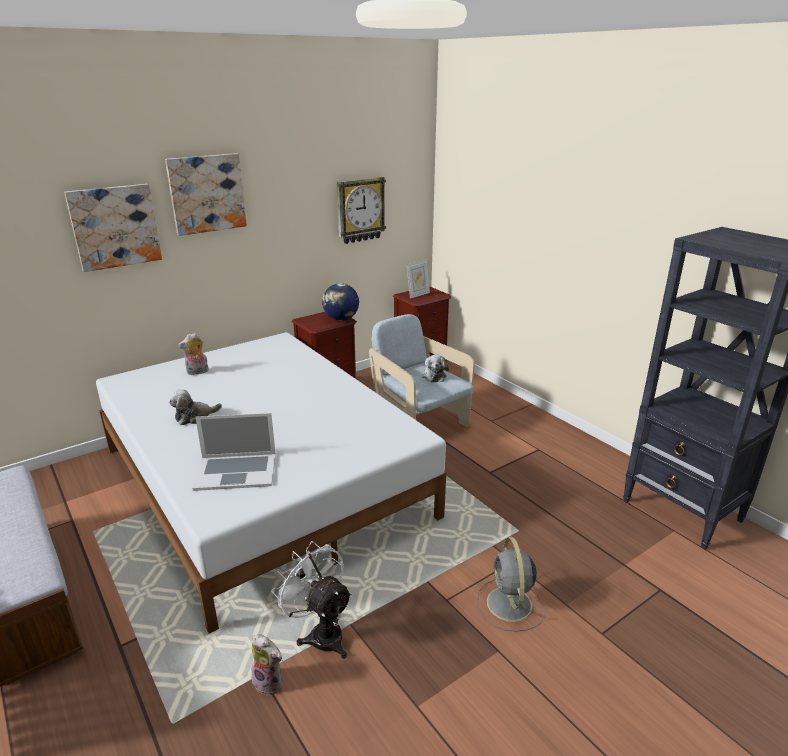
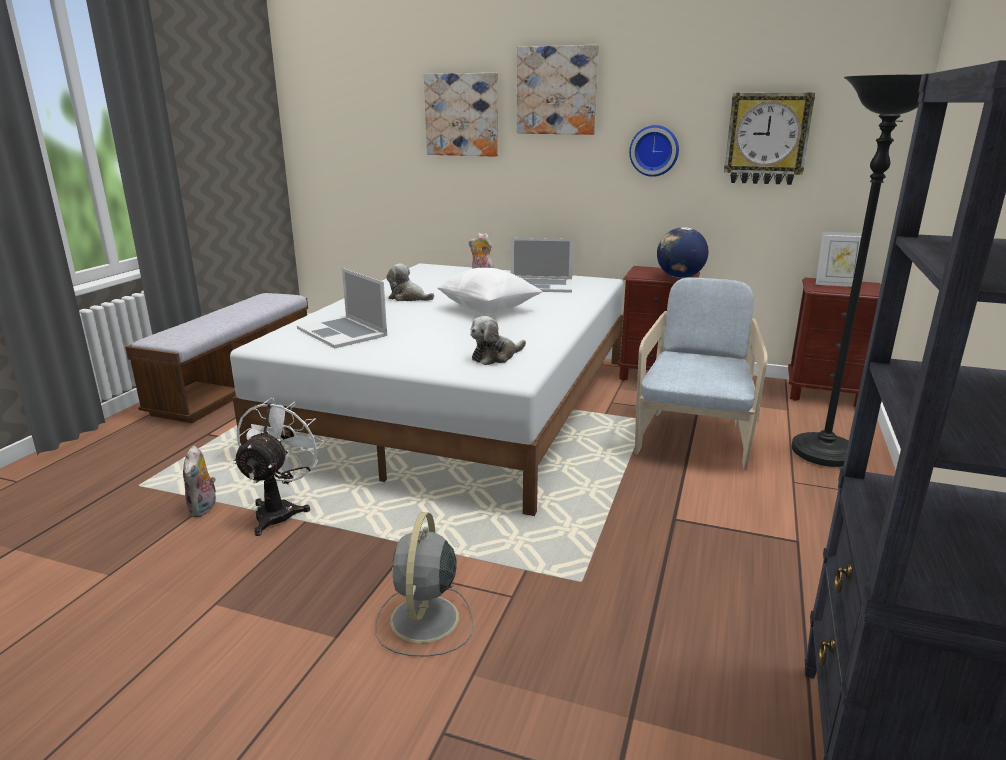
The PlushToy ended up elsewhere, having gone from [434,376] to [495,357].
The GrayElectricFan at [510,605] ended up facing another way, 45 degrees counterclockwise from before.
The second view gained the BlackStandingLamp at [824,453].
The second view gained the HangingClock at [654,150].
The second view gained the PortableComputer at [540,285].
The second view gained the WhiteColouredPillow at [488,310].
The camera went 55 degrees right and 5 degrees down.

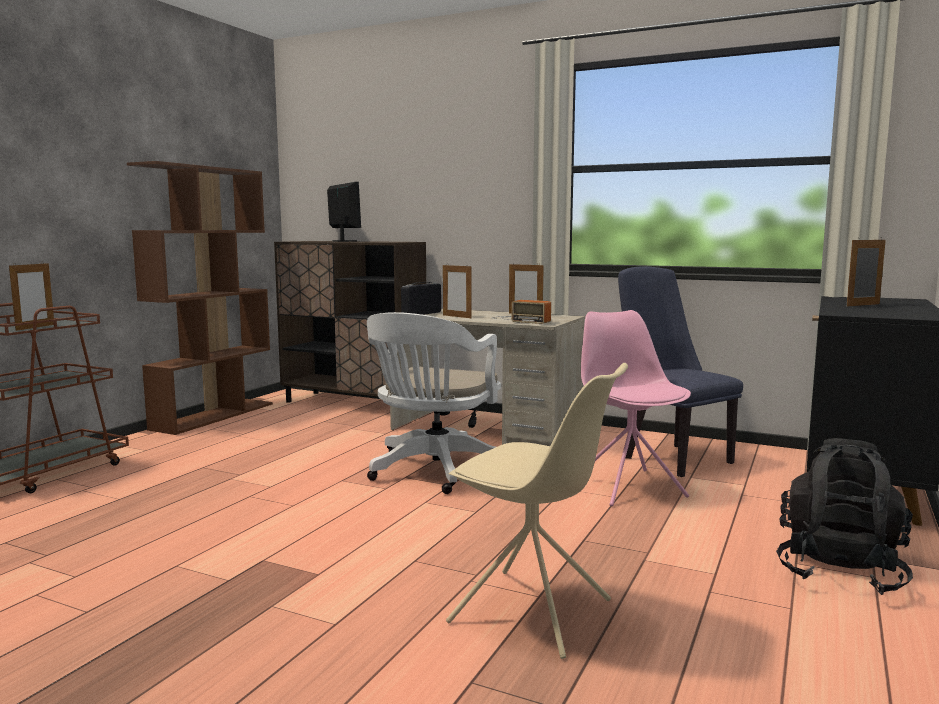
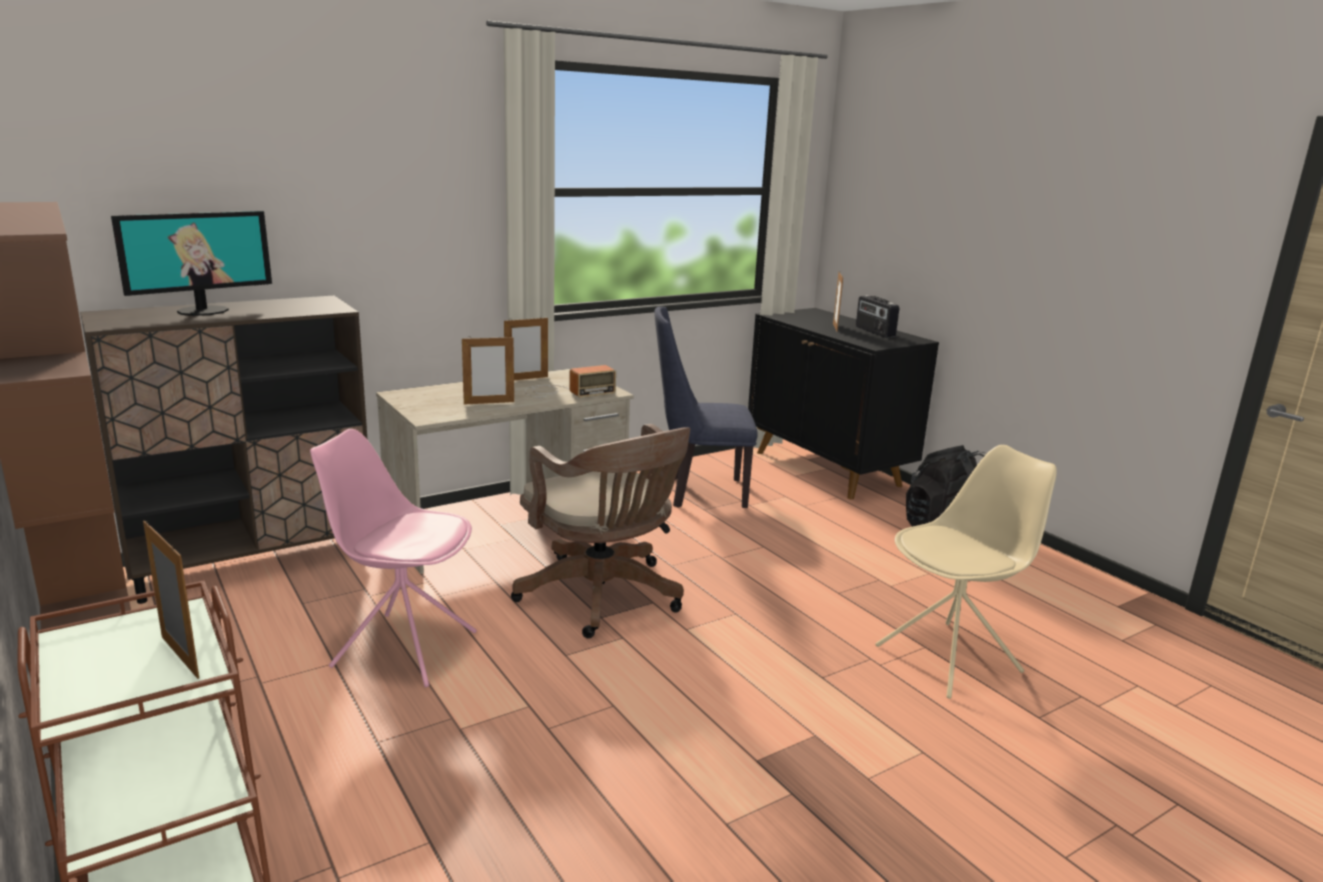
The Monitor at [344,241] ended up facing another way, 135 degrees clockwise from before.
The Radio ended up elsewhere, having gone from [421,314] to [874,332].
The PinkChair ended up elsewhere, having gone from [628,486] to [403,648].
What was the WhiteColouredDeskChair at [433,472] turned into the BrownColouredDeskChair at [604,598].
The camera went 60 degrees left and 10 degrees up.

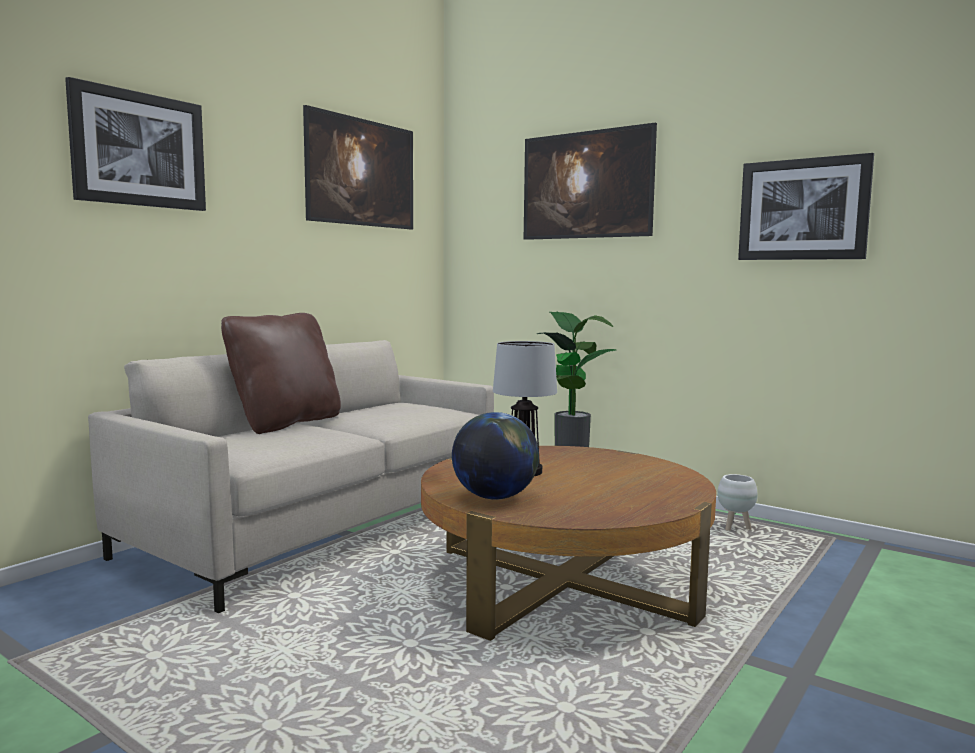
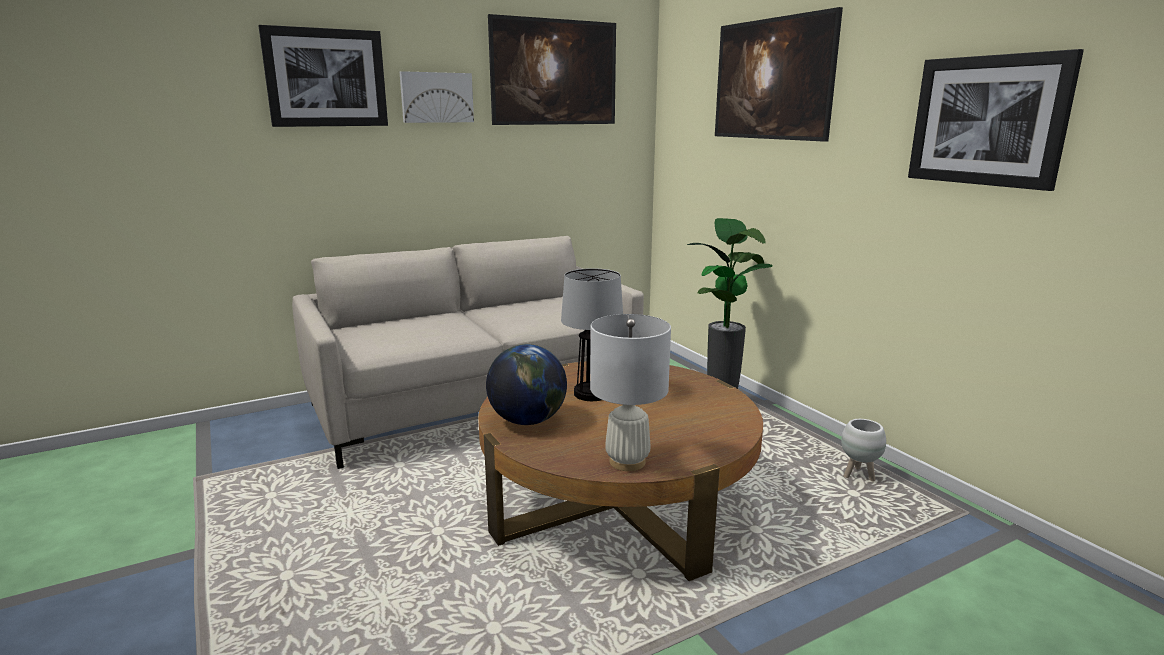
The second view lost the BrownColouredPillow at [286,423].
The second view gained the Picture at [436,97].
The second view gained the WhiteColouredTableLamp at [627,462].
The camera went 25 degrees right and 10 degrees up.

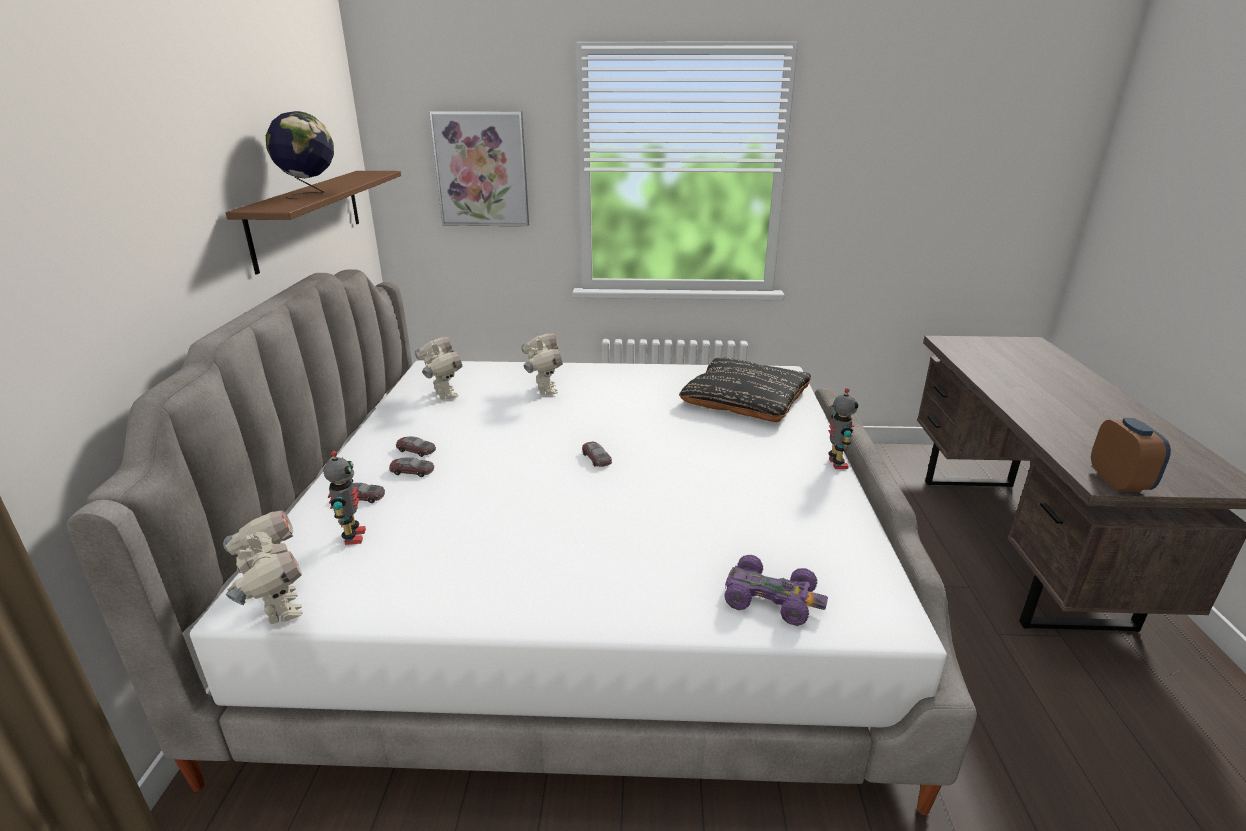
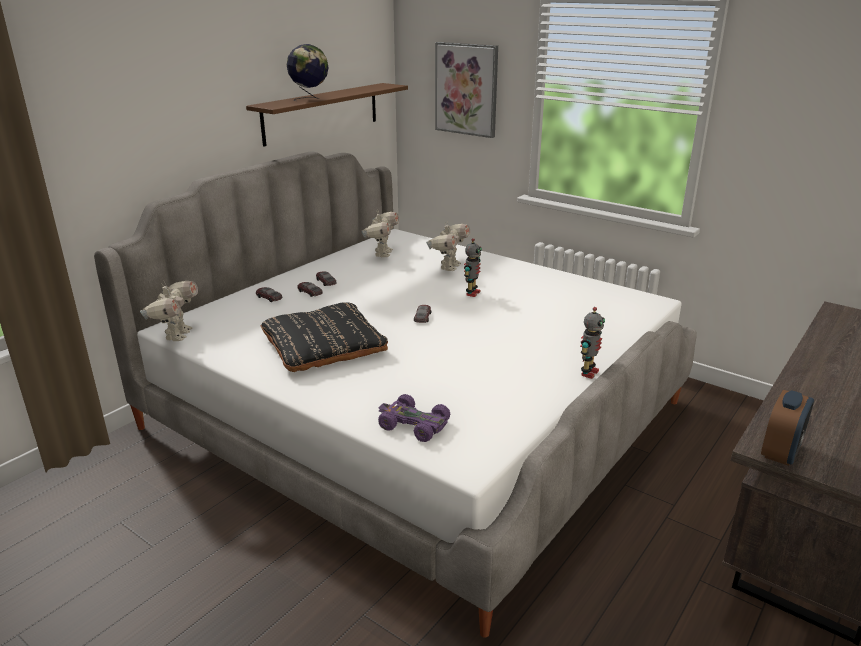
The BlackPillow ended up elsewhere, having gone from [745,397] to [324,344].
The ModelRobot ended up elsewhere, having gone from [352,537] to [472,293].
The PurplishModelCar at [772,599] ended up facing another way, 150 degrees clockwise from before.
The camera went 35 degrees right and 0 degrees up.

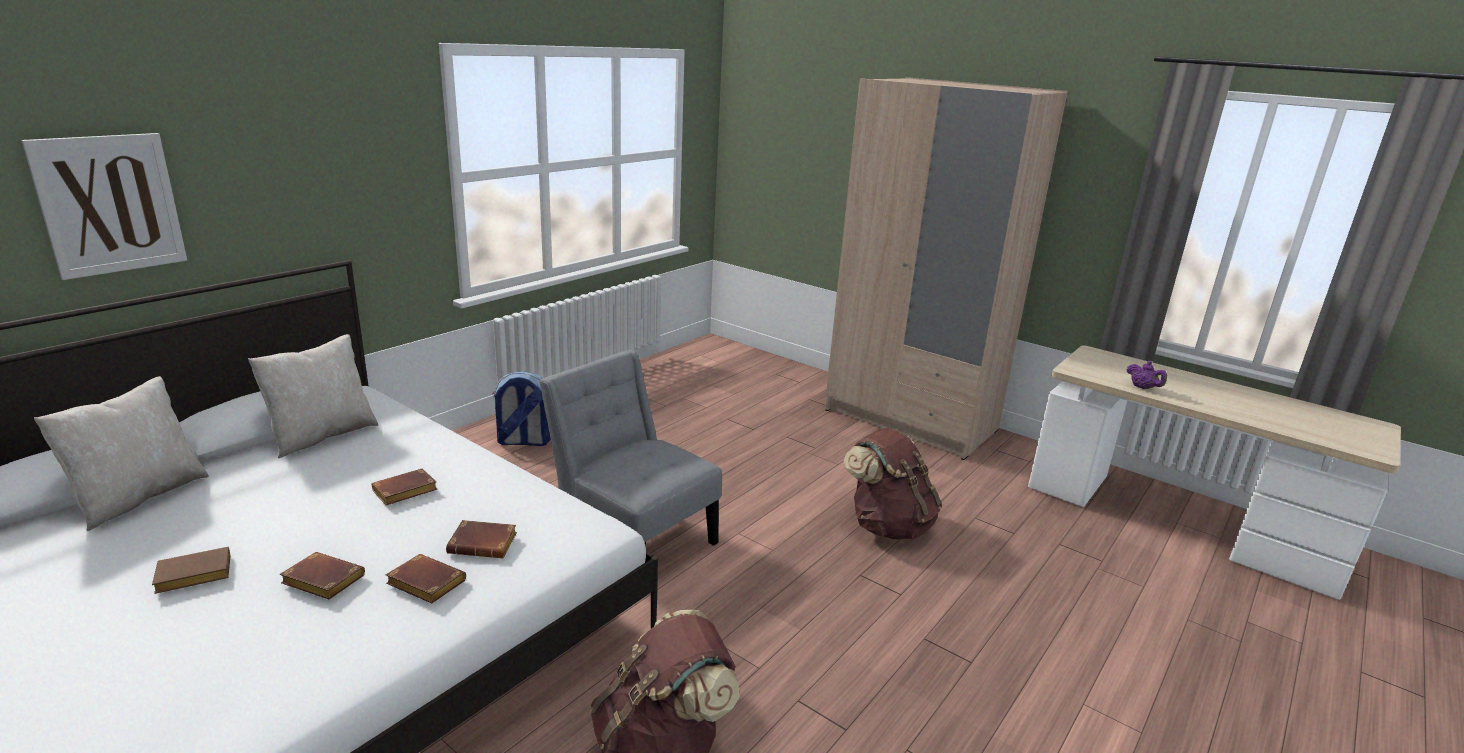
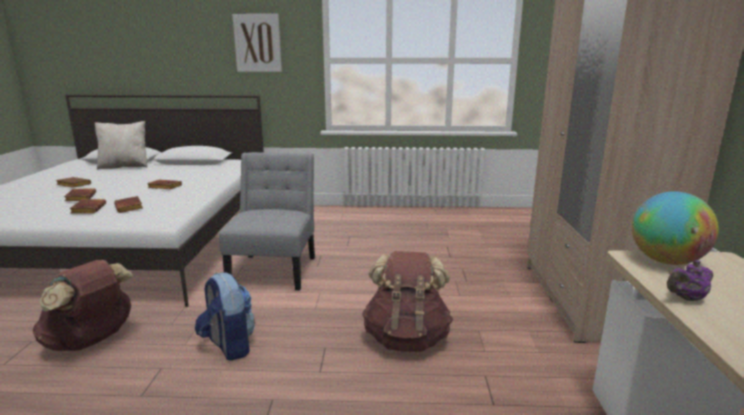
The Picture ended up elsewhere, having gone from [110,204] to [257,43].
The second view lost the SandColouredPillow at [322,435].
The PurplishTeaPot at [1143,388] ended up facing another way, 45 degrees clockwise from before.
The Knapsack ended up elsewhere, having gone from [523,441] to [228,346].
The second view gained the WorldGlobe at [666,261].
The camera went 55 degrees right and 5 degrees down.

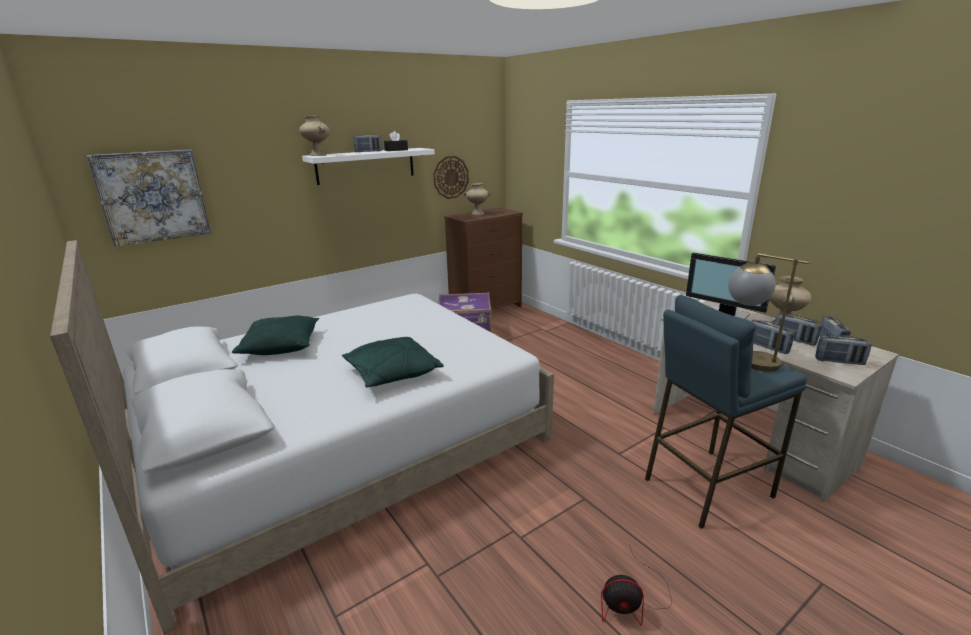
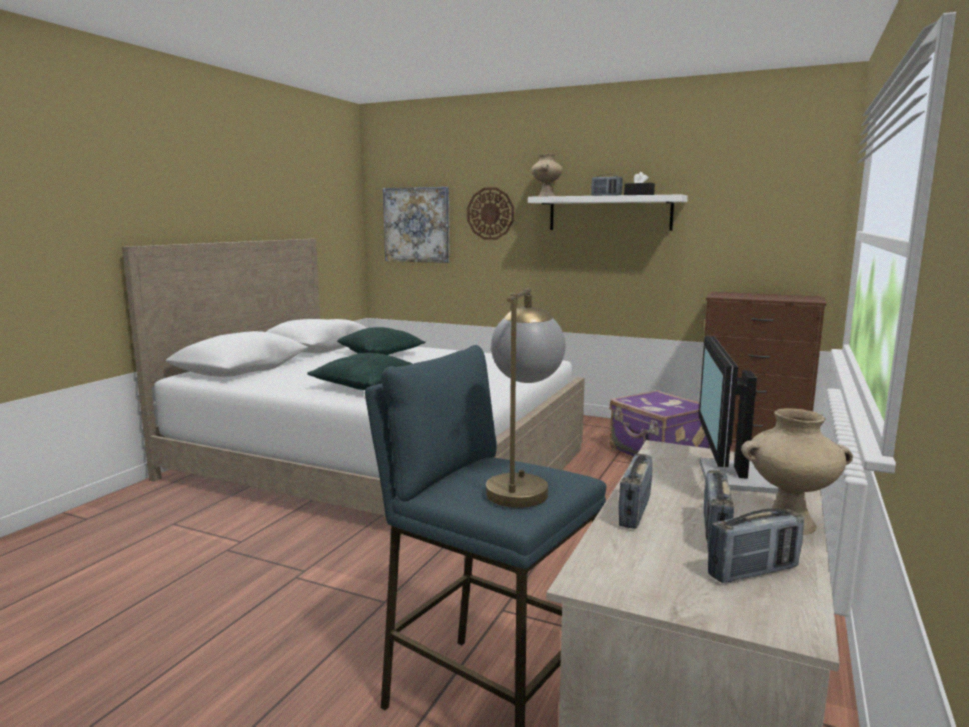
The HangingClock ended up elsewhere, having gone from [450,177] to [490,213].
The second view lost the SandColouredFlowerVase at [477,214].
The second view lost the Radio at [839,361].
The second view lost the ElectricFan at [632,601].
The camera went 60 degrees right and 10 degrees down.

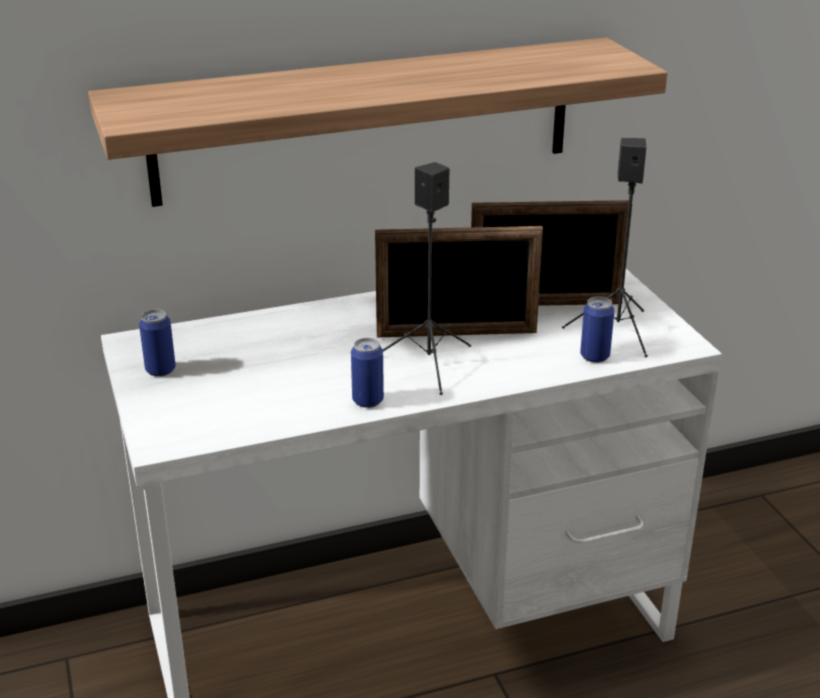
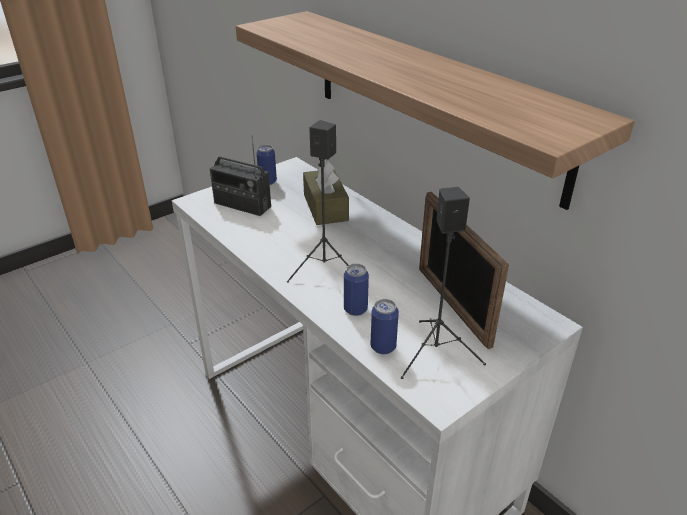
The second view lost the PhotoFrame at [456,334].
The SealedCan ended up elsewhere, having gone from [368,400] to [355,309].
The second view gained the Radio at [242,205].
The second view gained the BrownColouredTissueHolder at [325,207].
The camera went 70 degrees right and 5 degrees up.

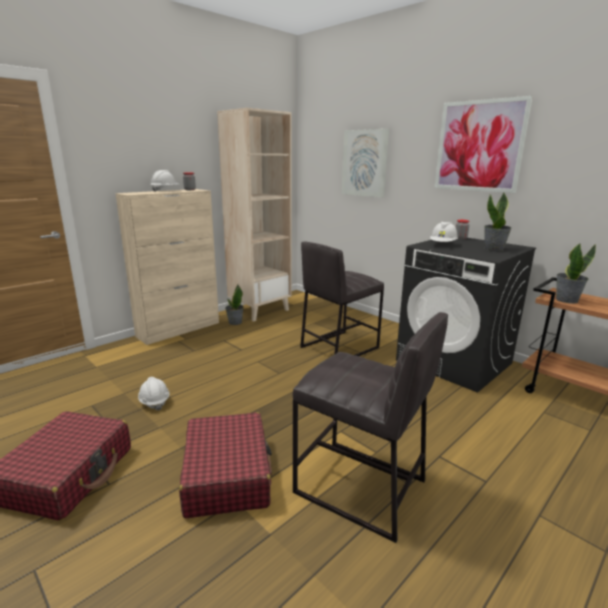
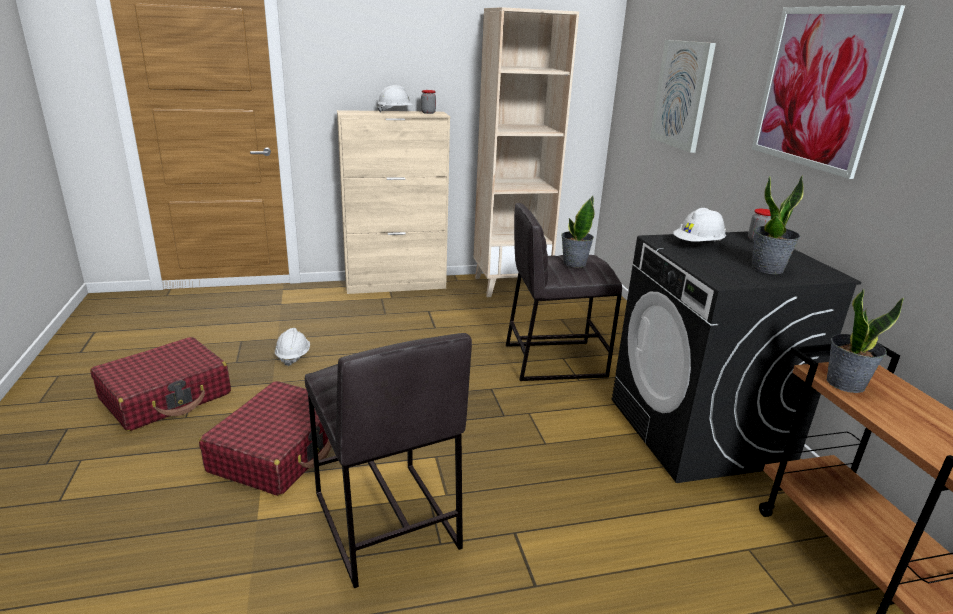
The PottedPlant ended up elsewhere, having gone from [235,322] to [574,263].
The camera went 30 degrees right and 5 degrees up.

